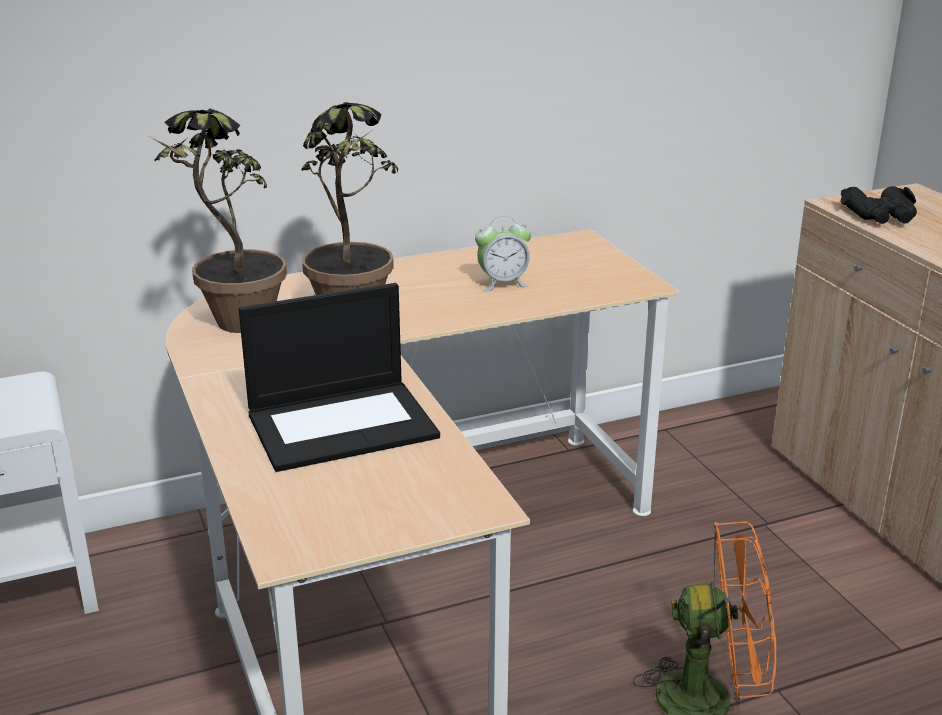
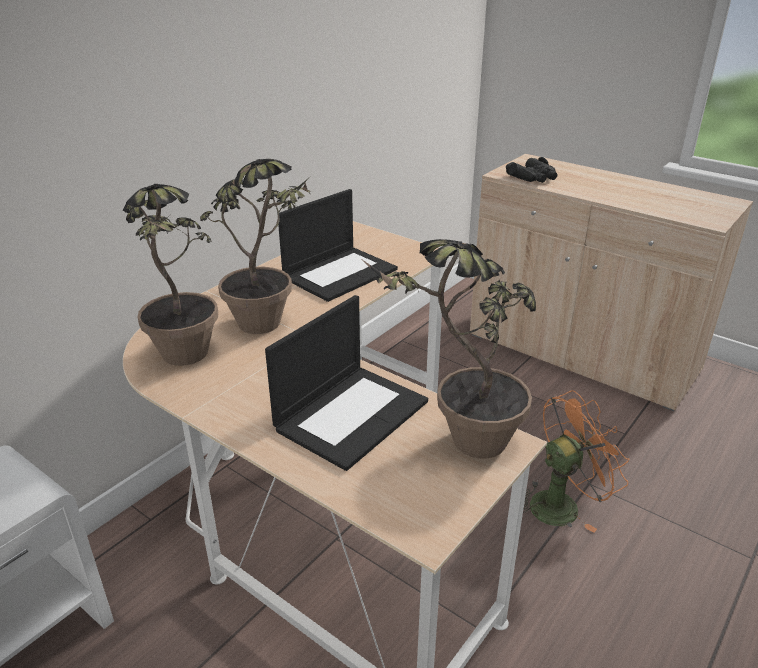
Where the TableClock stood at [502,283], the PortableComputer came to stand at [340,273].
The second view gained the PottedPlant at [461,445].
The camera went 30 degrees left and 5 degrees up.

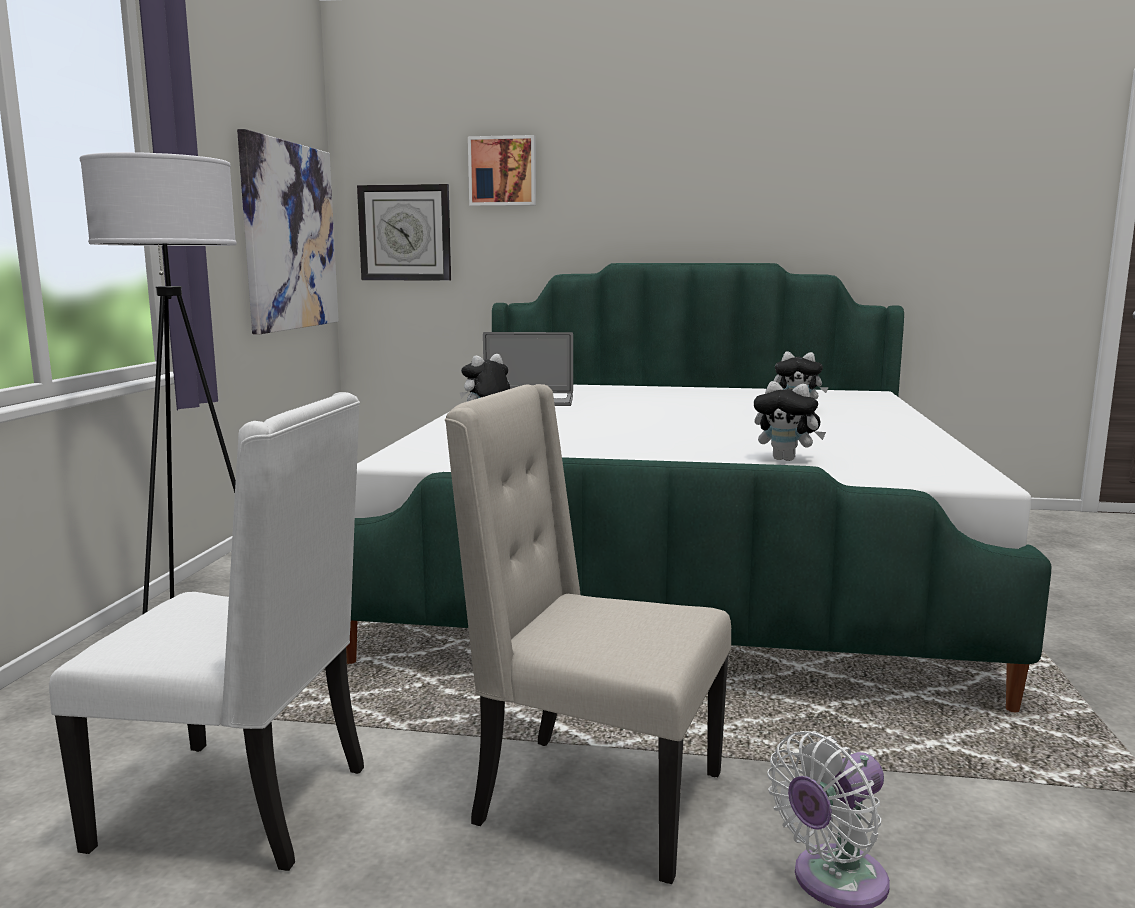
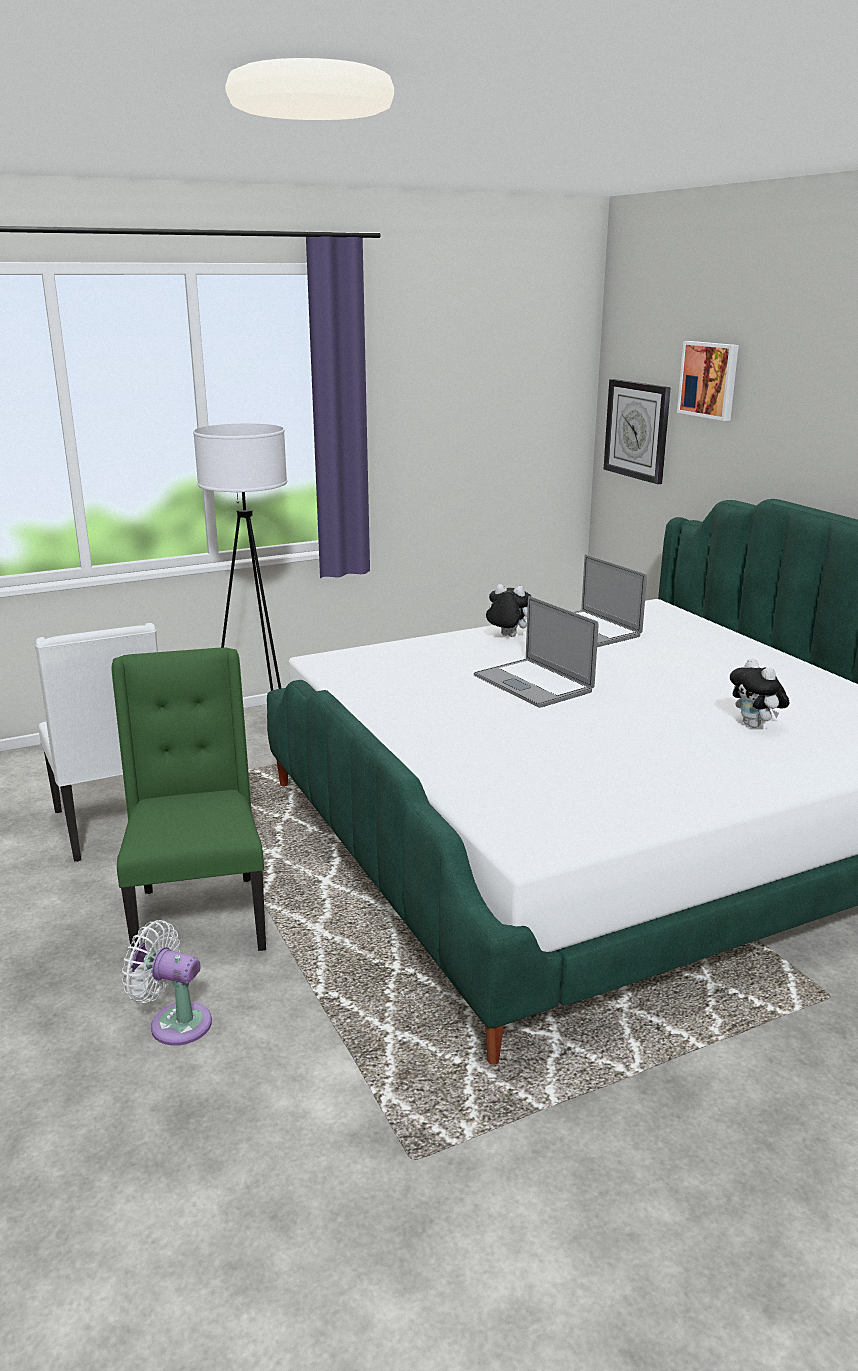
The second view lost the Picture at [290,236].
The second view lost the PlushToy at [786,459].
What was the SandColouredChair at [593,800] turned into the GreenishChair at [199,918].
The second view gained the PortableComputer at [533,683].
The camera went 55 degrees right and 10 degrees up.

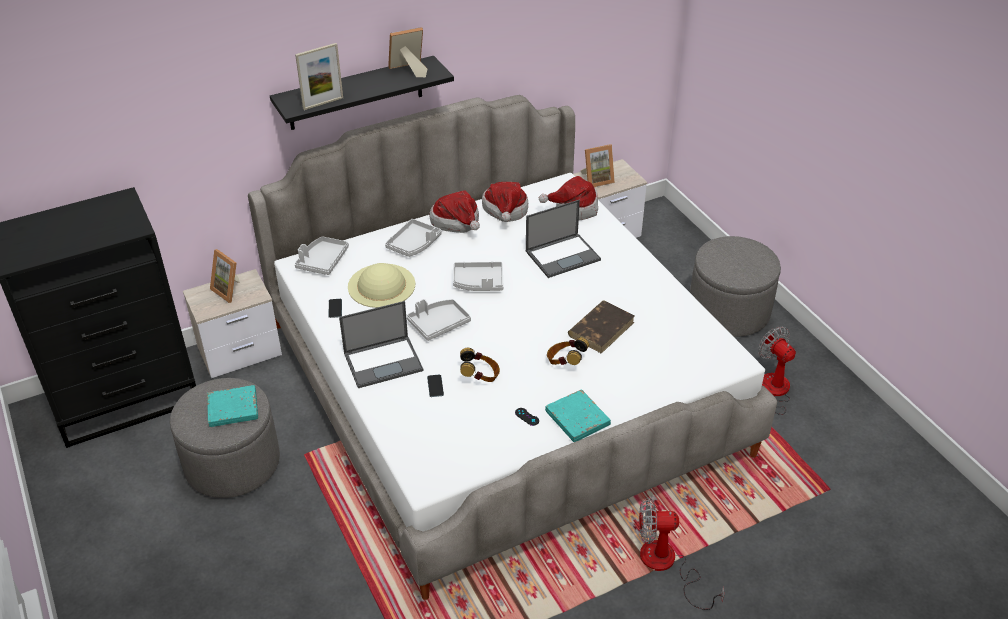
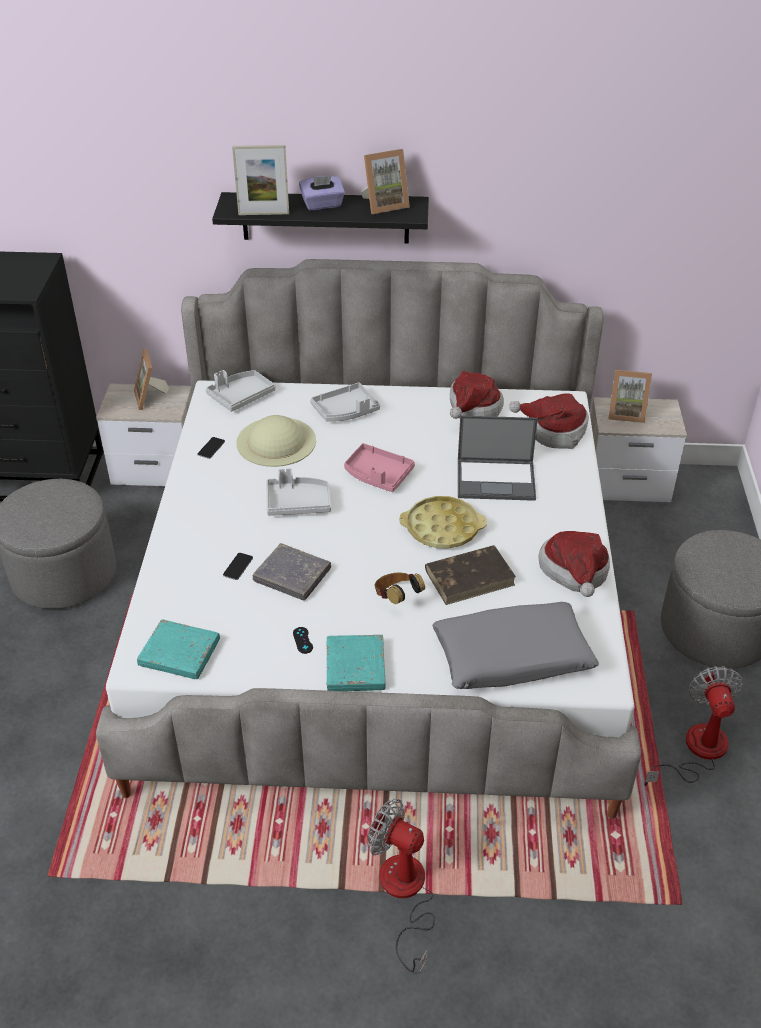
The PhotoFrame at [408,70] ended up facing another way, 150 degrees clockwise from before.
The WearableHat ended up elsewhere, having gone from [457,223] to [574,574].
What was the GrayCarryingTray at [478,282] turned into the PinkCarryingTray at [377,475].
The second view lost the PortableComputer at [384,361].
Where the Headset stood at [480,376], the GrayBook came to stand at [292,575].
The TurquoiseBook ended up elsewhere, having gone from [233,409] to [179,653].
The second view gained the PurplishTissueHolder at [322,205].
The second view gained the YellowColouredCarryingTray at [442,528].
The second view gained the GrayPillow at [512,657].
The camera went 30 degrees right and 0 degrees up.

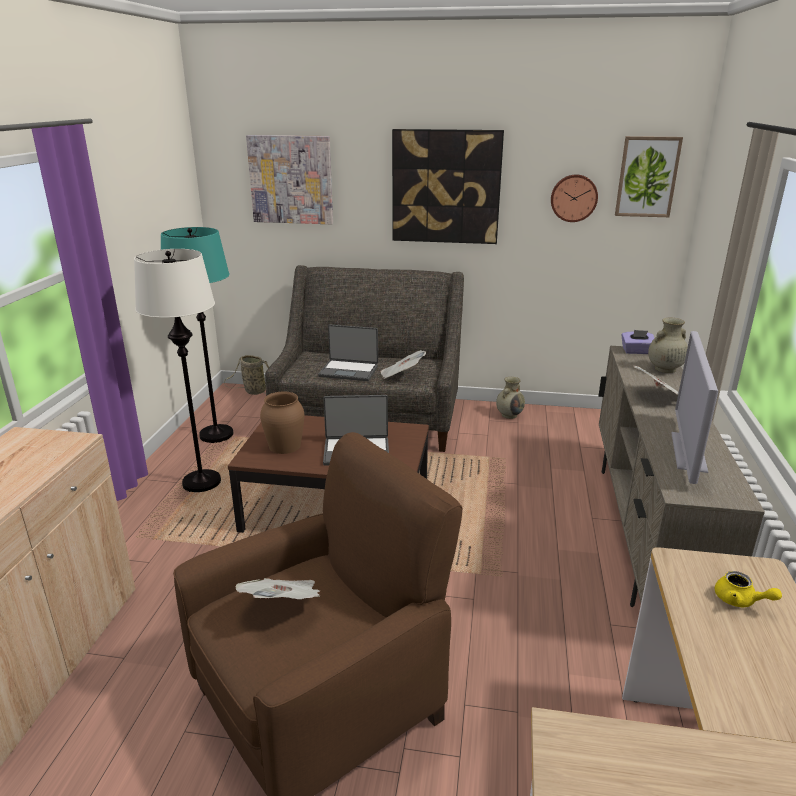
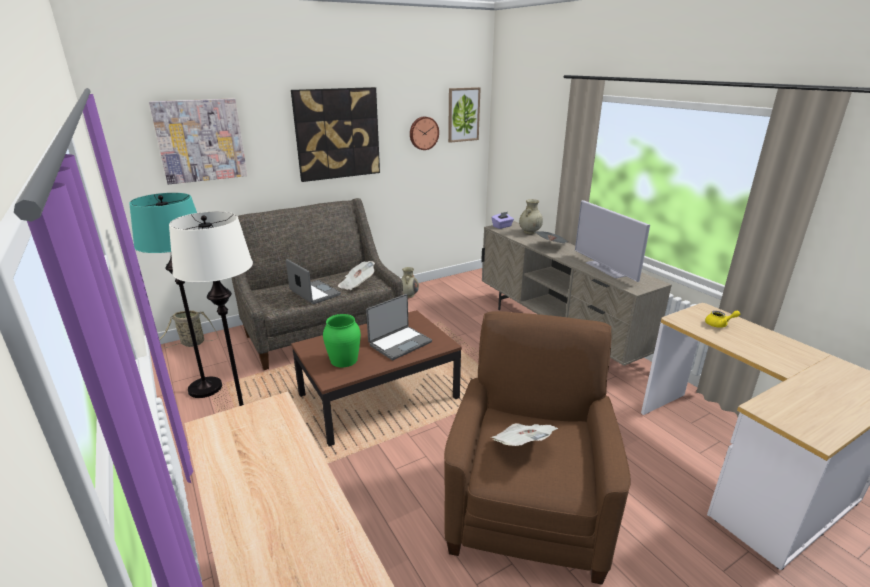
The PortableComputer at [349,371] ended up facing another way, 105 degrees counterclockwise from before.
What was the BrownColouredFlowerVase at [284,446] turned into the GreenishFlowerVase at [344,360].
The camera went 40 degrees left and 0 degrees up.

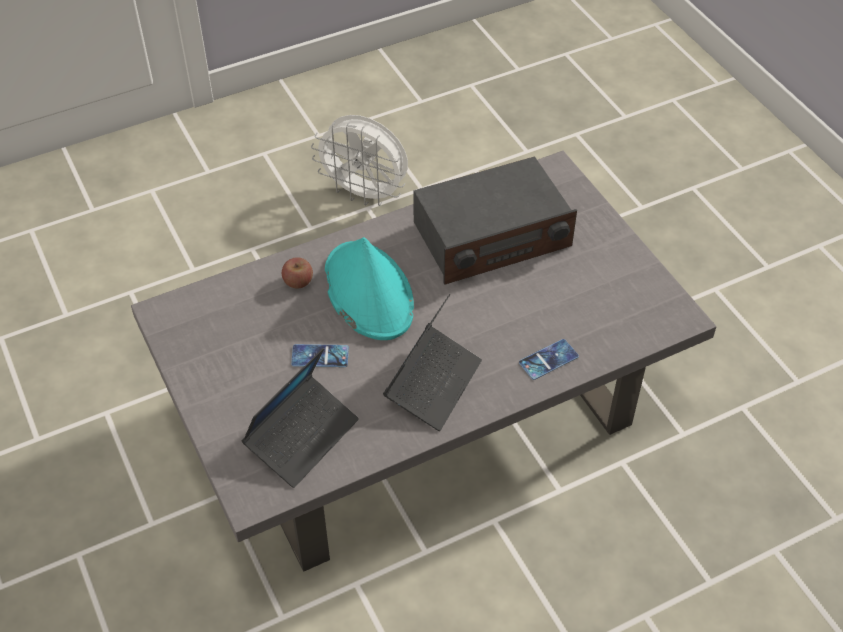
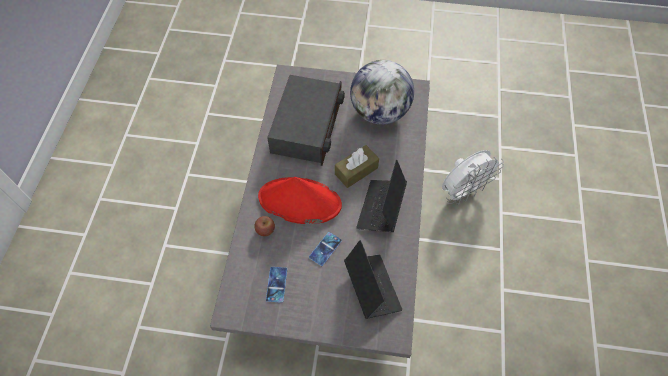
The WhiteColouredElectricFan ended up elsewhere, having gone from [365,194] to [463,191].
What was the TurquoiseWearableHat at [368,291] turned into the ReddishWearableHat at [299,201].
The PortableComputer at [433,383] ended up facing another way, 135 degrees counterclockwise from before.
The Phone ended up elsewhere, having gone from [548,359] to [276,284].
The second view gained the WorldGlobe at [380,112].
The second view gained the BrownColouredTissueHolder at [356,171].
The camera went 55 degrees left and 10 degrees up.

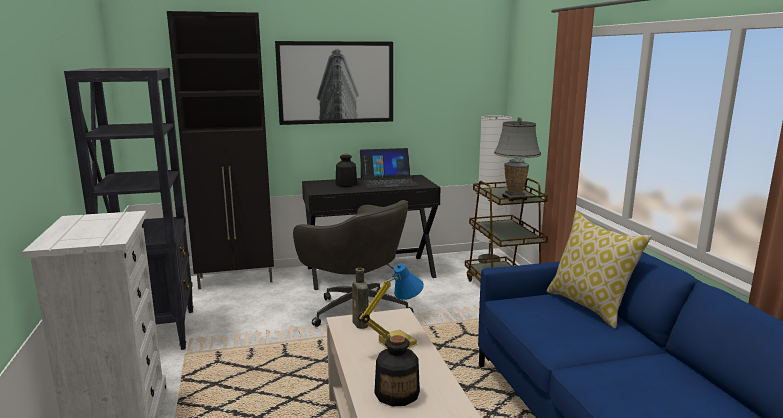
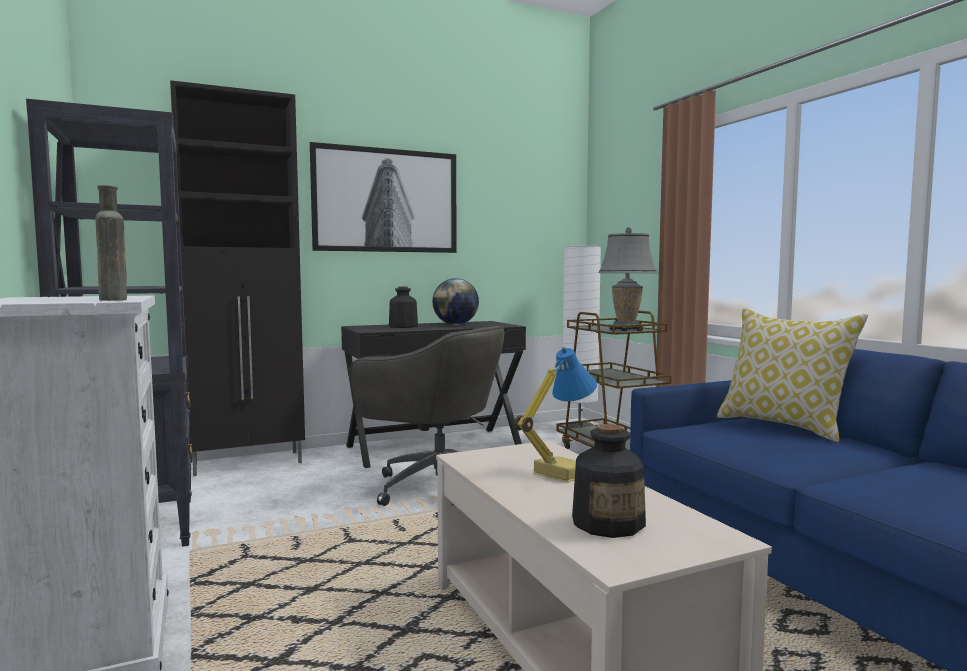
Where the PortableComputer stood at [388,182], the WorldGlobe came to stand at [456,324].
The BrownColouredBottle ended up elsewhere, having gone from [361,324] to [113,299].
The camera went 10 degrees left and 10 degrees down.

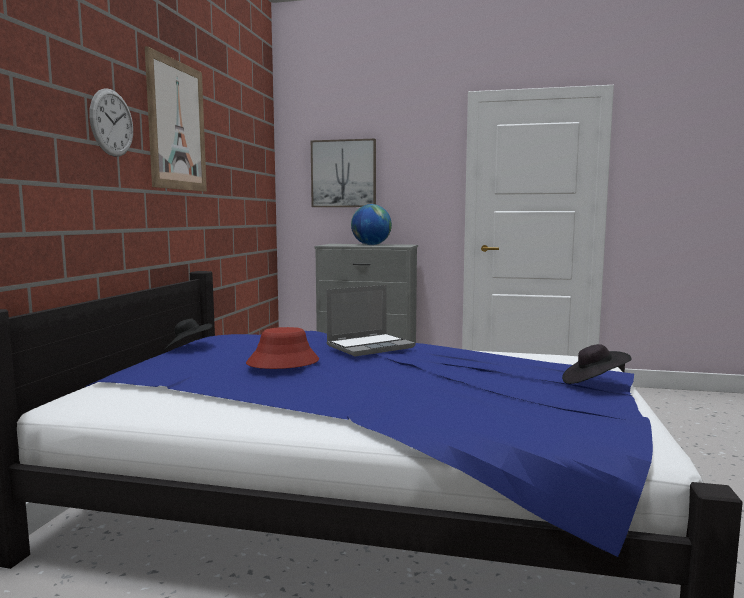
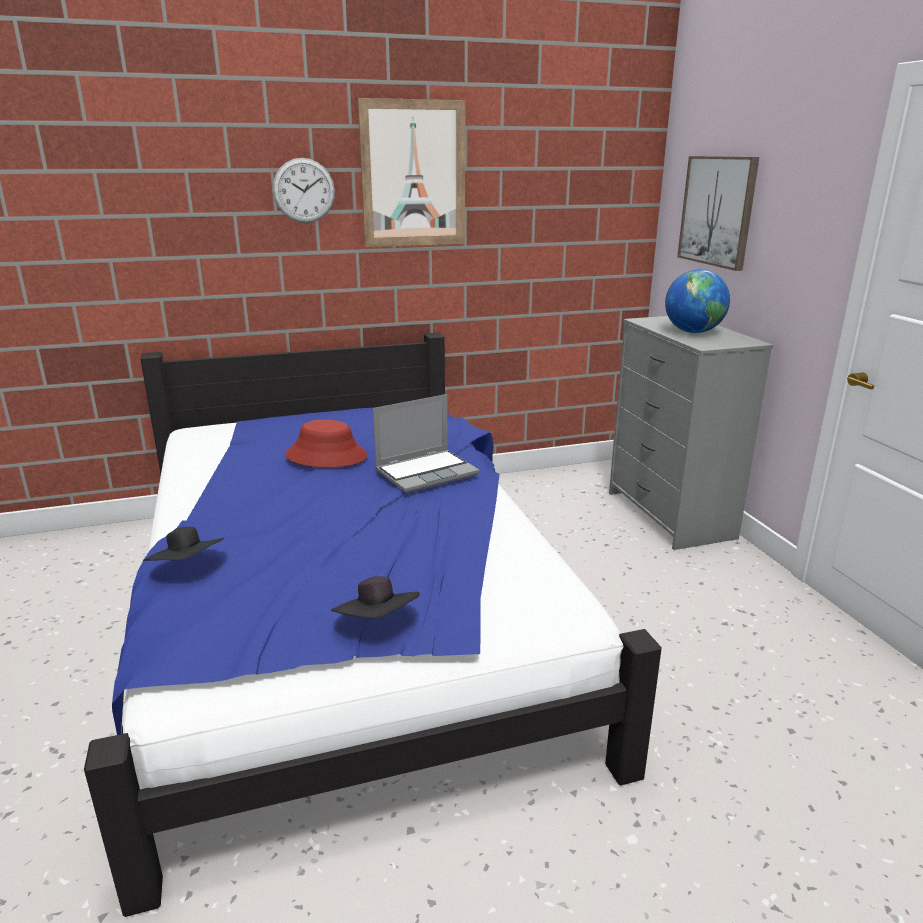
The PortableComputer at [370,346] ended up facing another way, 60 degrees counterclockwise from before.
The BlackWearableHat ended up elsewhere, having gone from [188,348] to [189,568].
The camera went 60 degrees right and 15 degrees up.

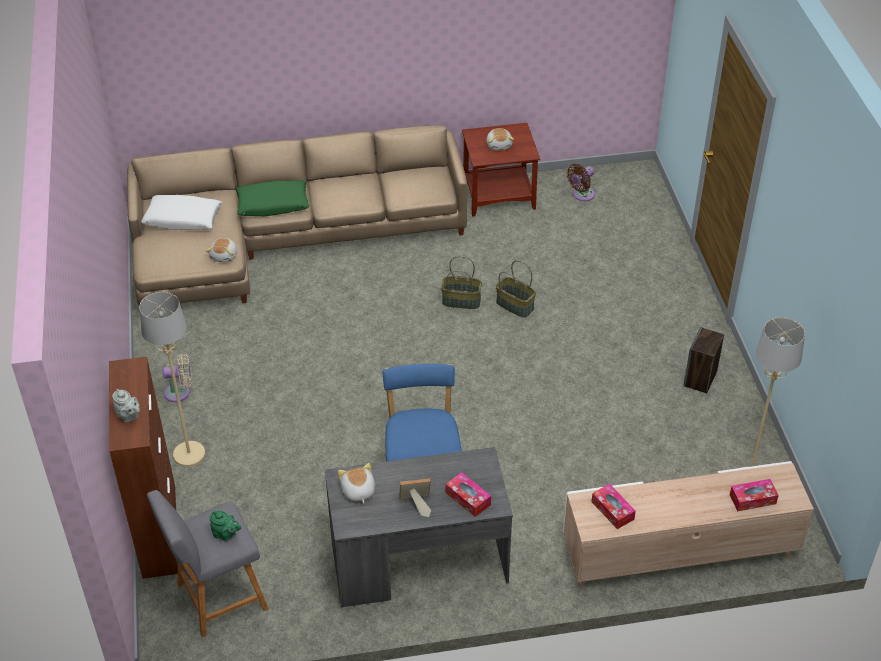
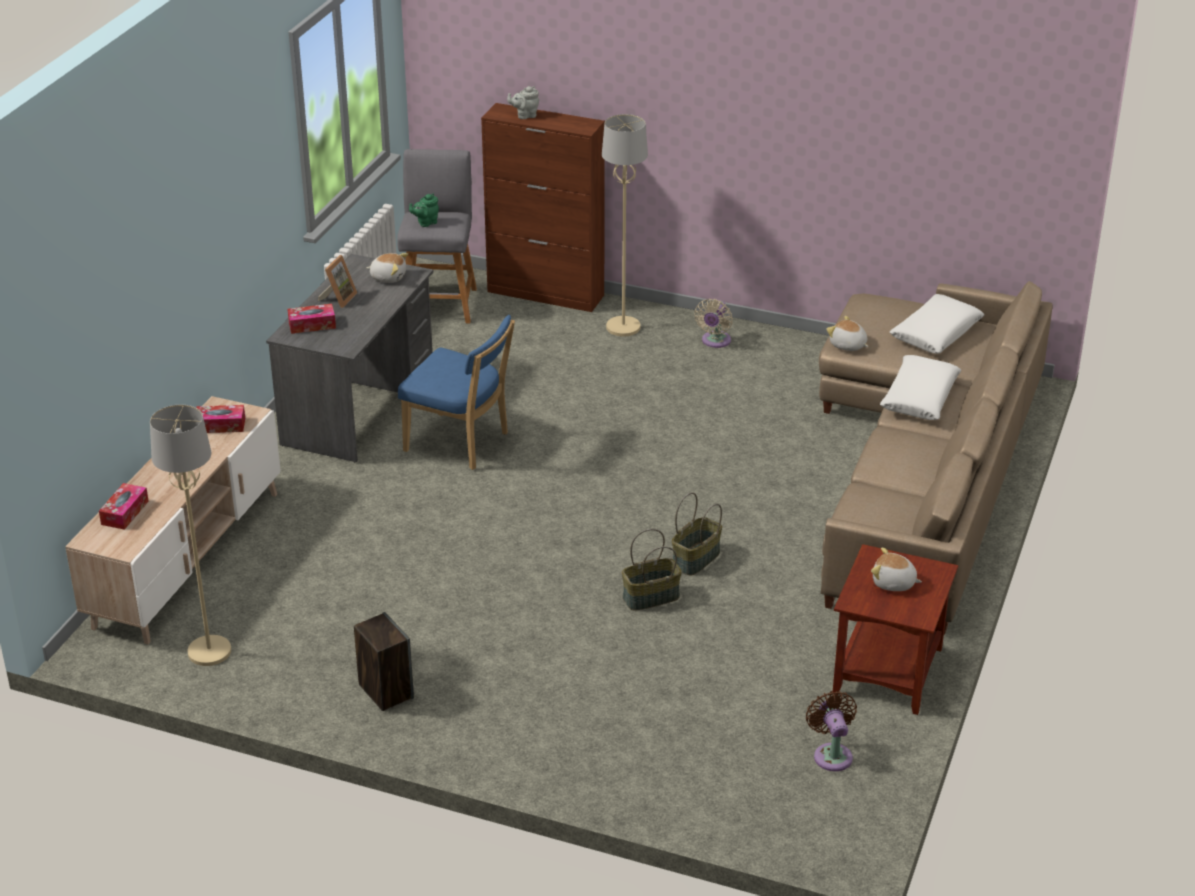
What was the GreenishPillow at [273,205] turned into the WhiteColouredPillow at [919,397].
The camera went 120 degrees right and 10 degrees down.

